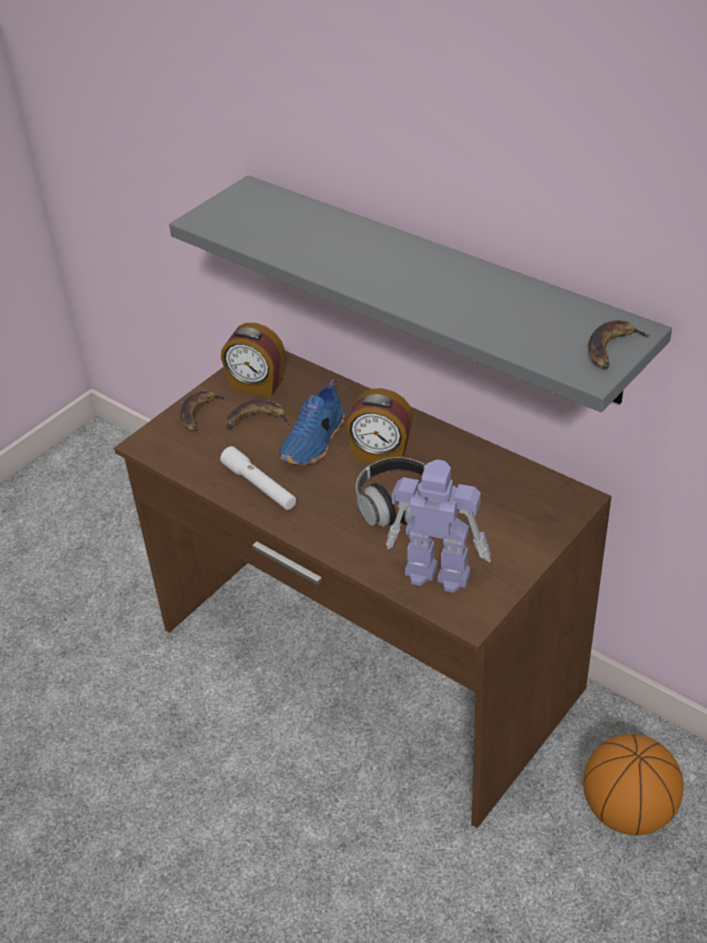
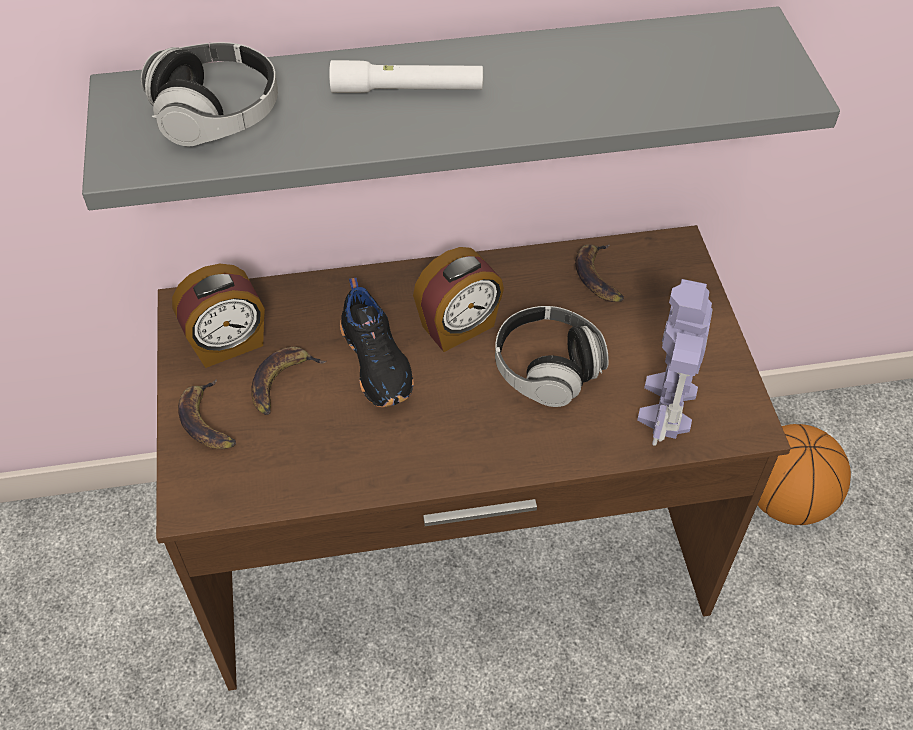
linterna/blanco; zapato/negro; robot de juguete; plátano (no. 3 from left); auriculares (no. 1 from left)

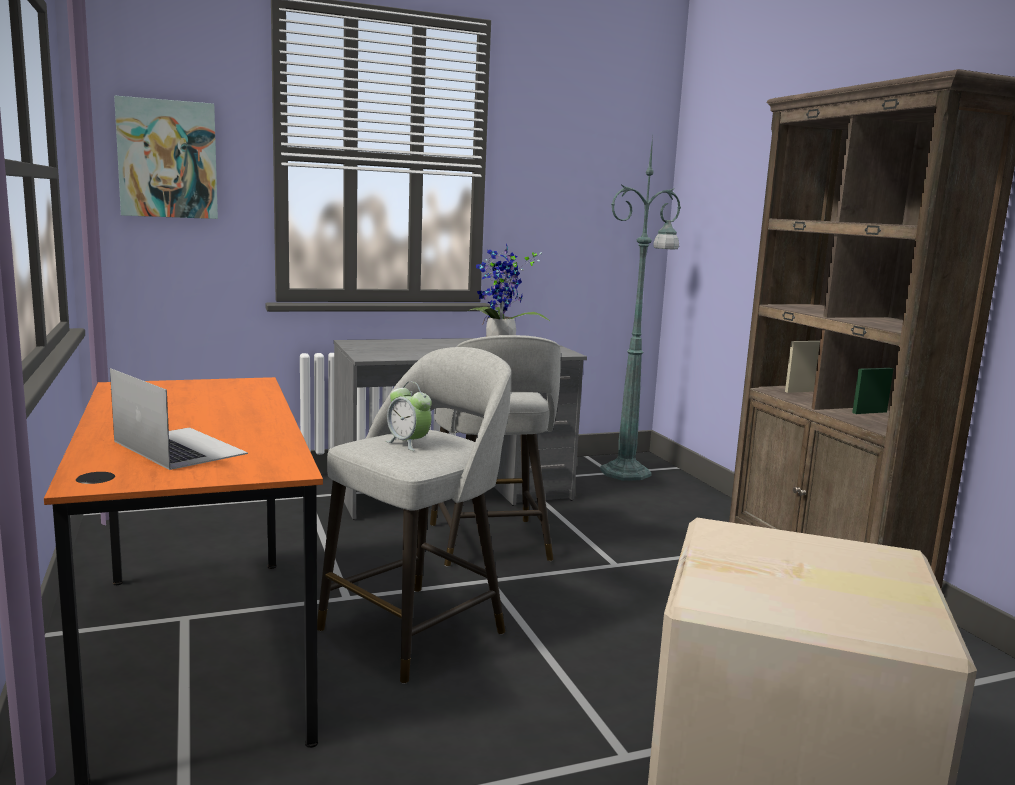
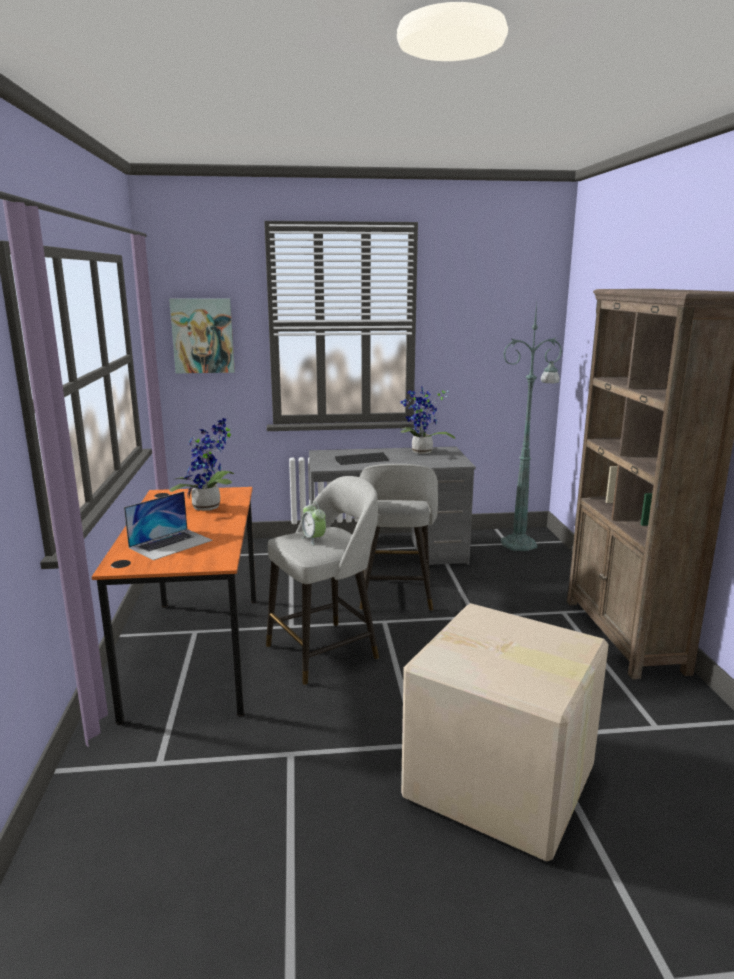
portátil; planta en maceta (no. 1 from left); teclado

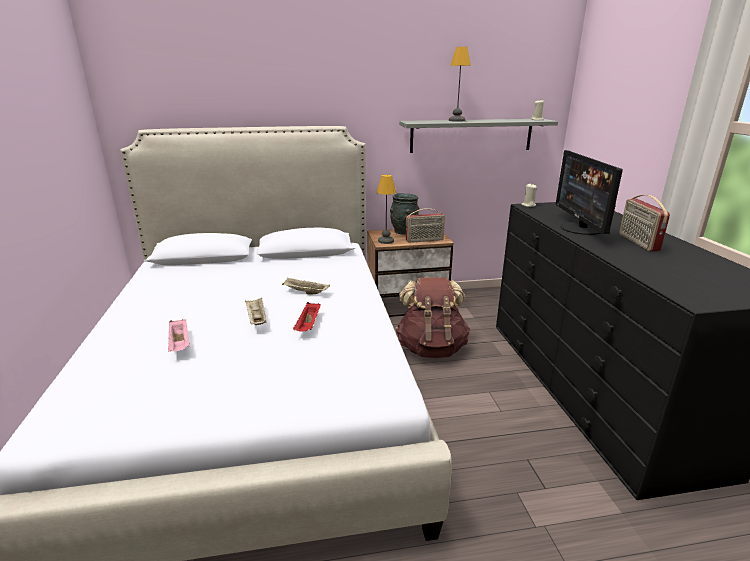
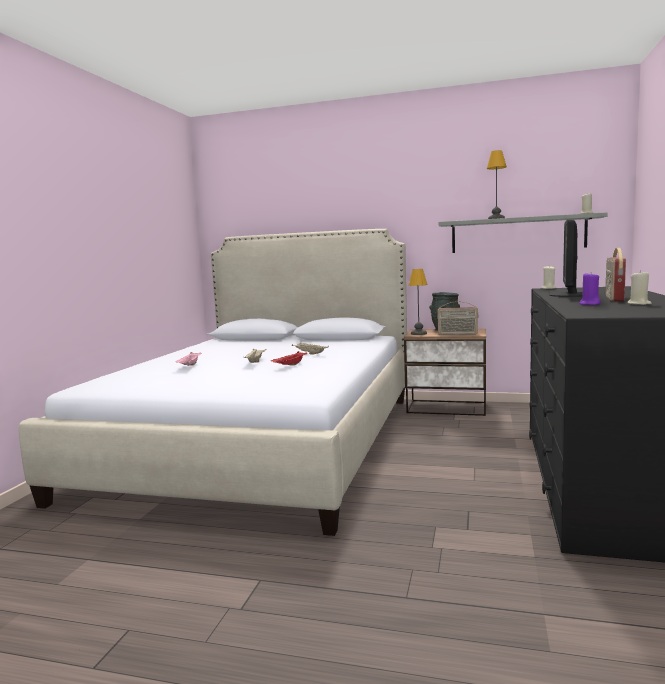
mochila/marrón; vela/morado; vela/beis (no. 3 from left)

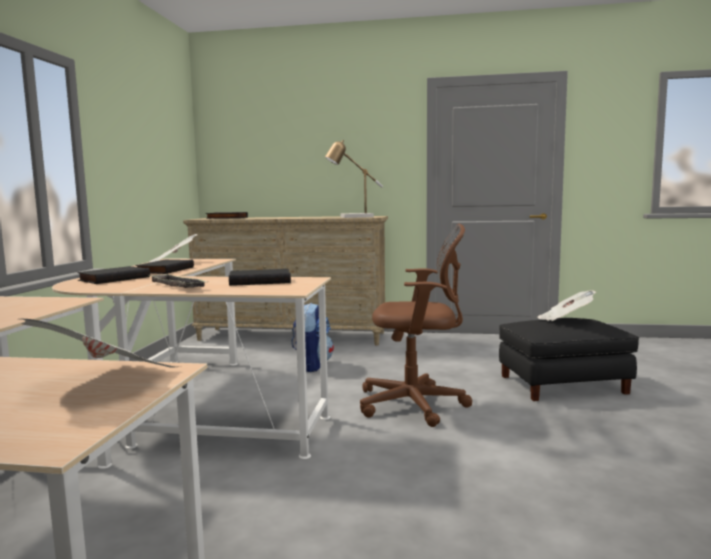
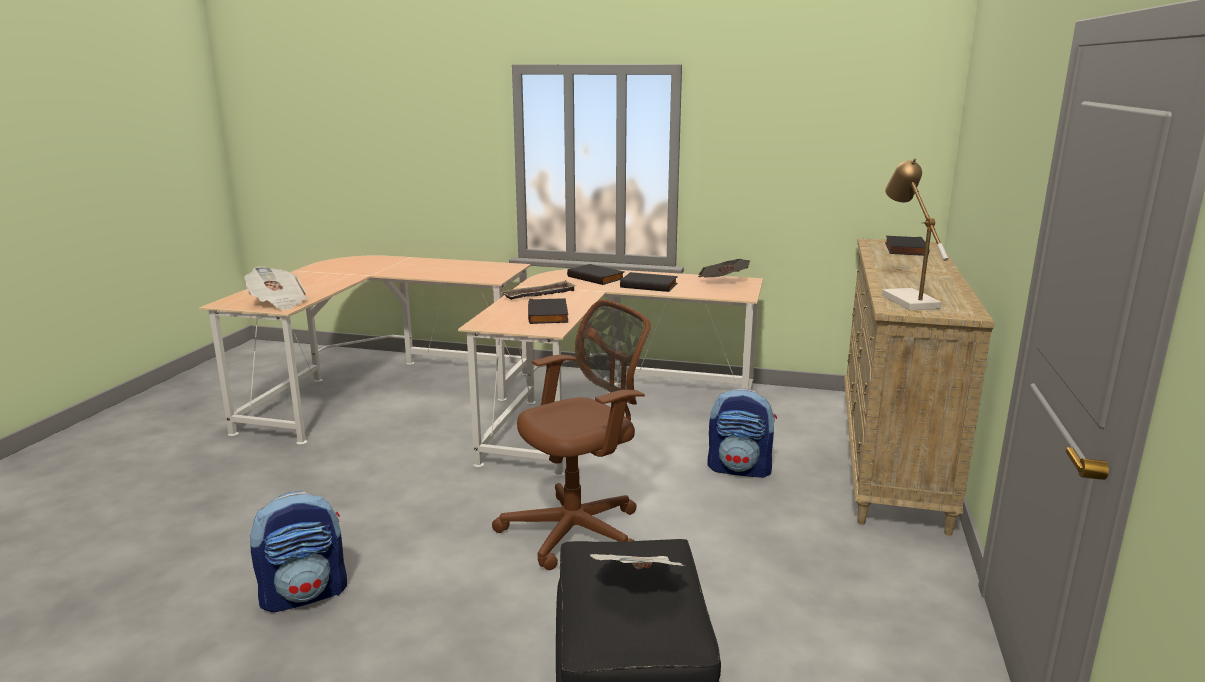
silla de oficina/marrón; mochila (no. 1 from left)

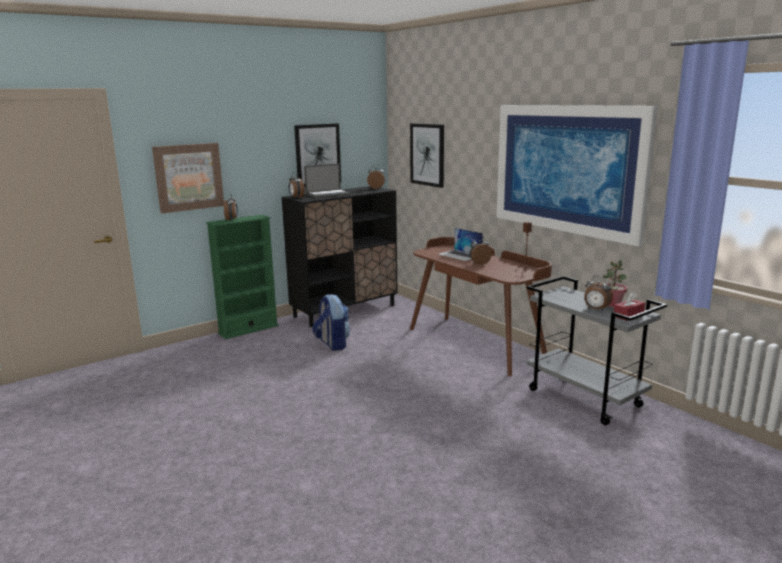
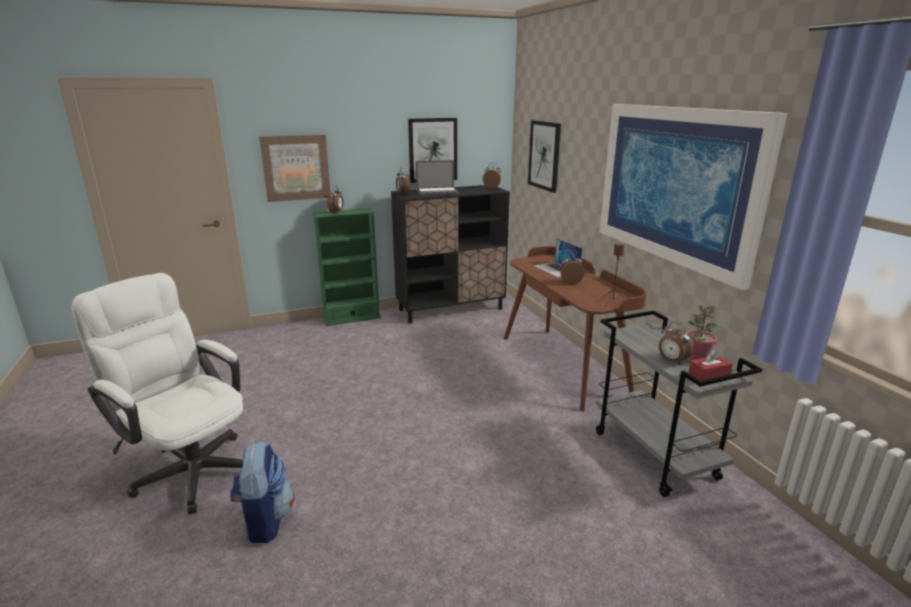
mochila; silla de oficina/blanco

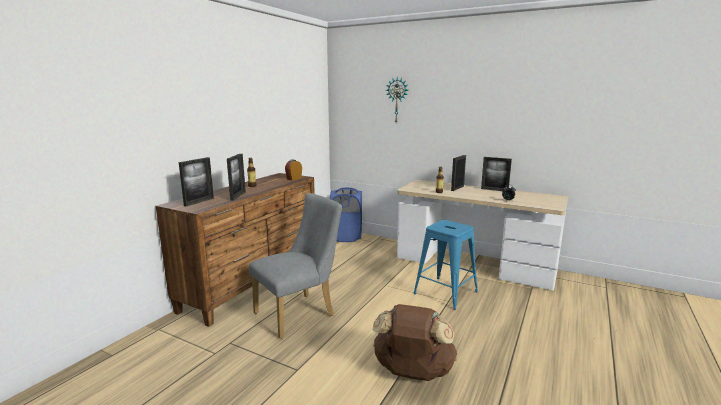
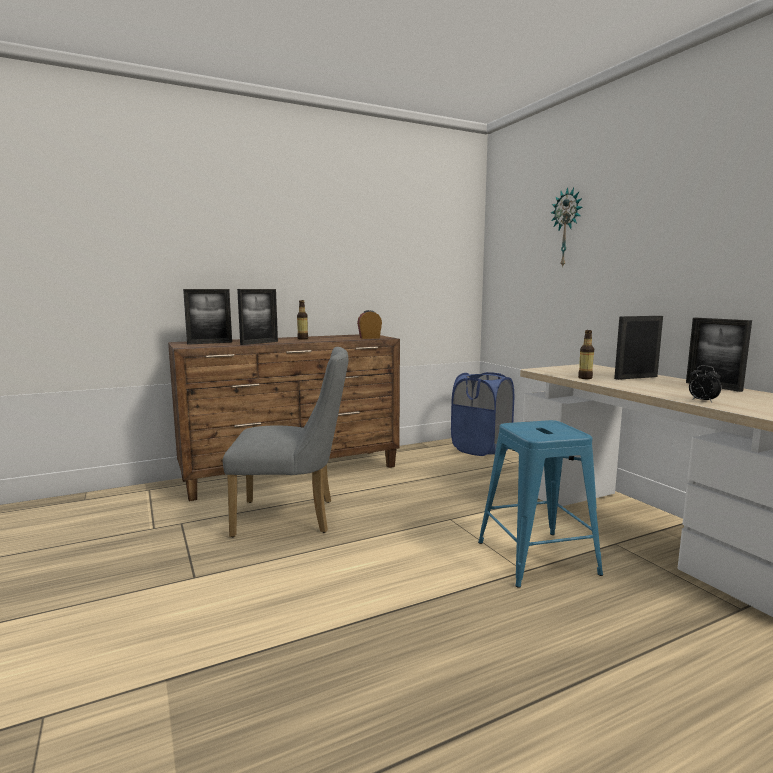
mochila/marrón

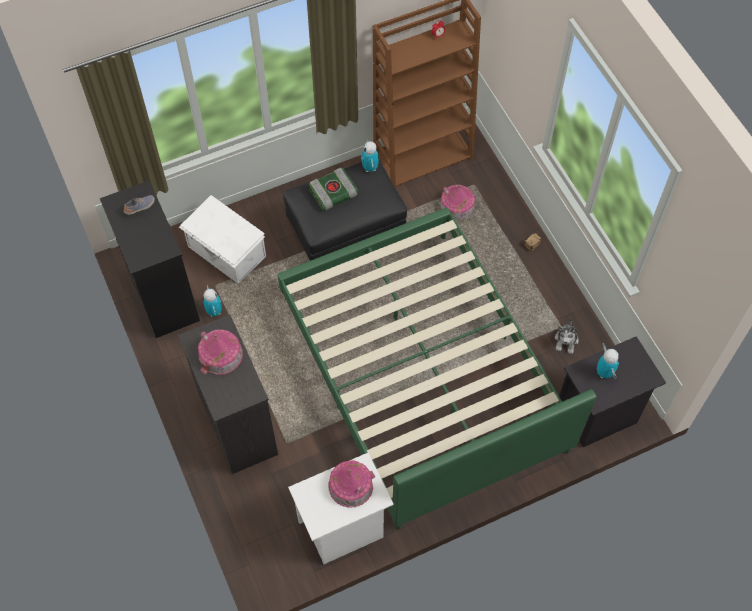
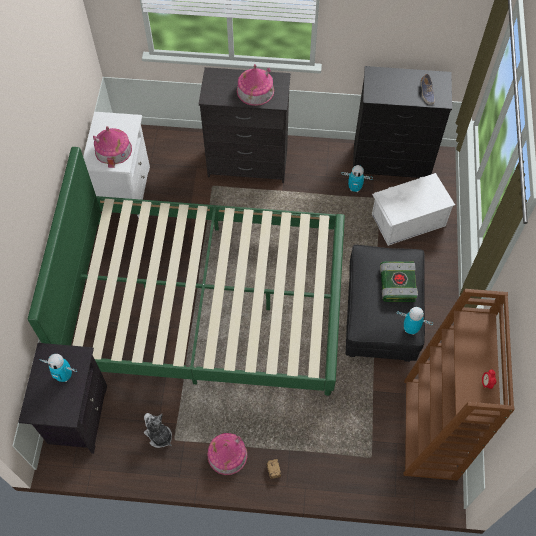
casita (no. 2 from left)

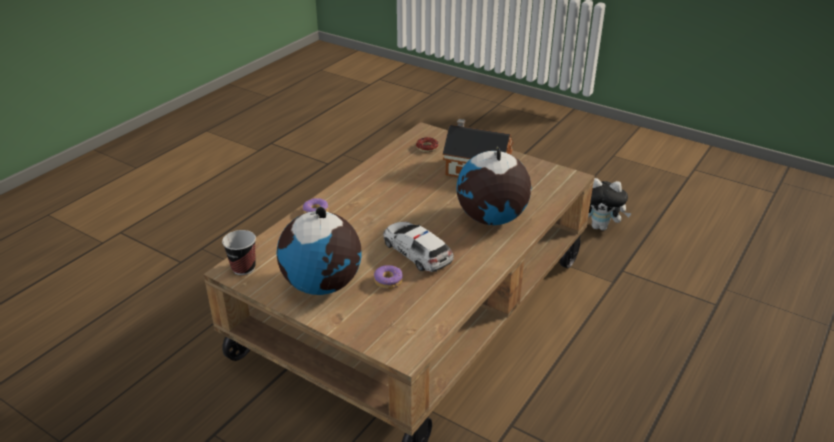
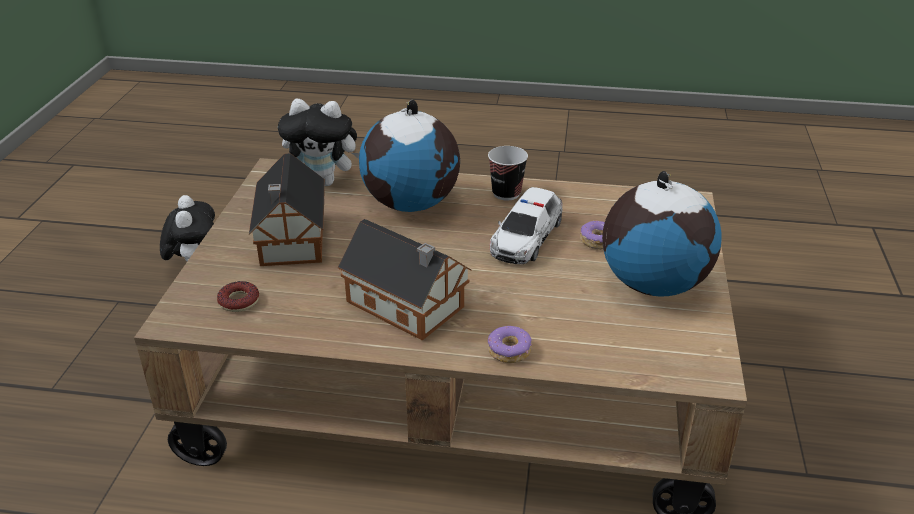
taza; peluche (no. 2 from left); casita (no. 2 from left)

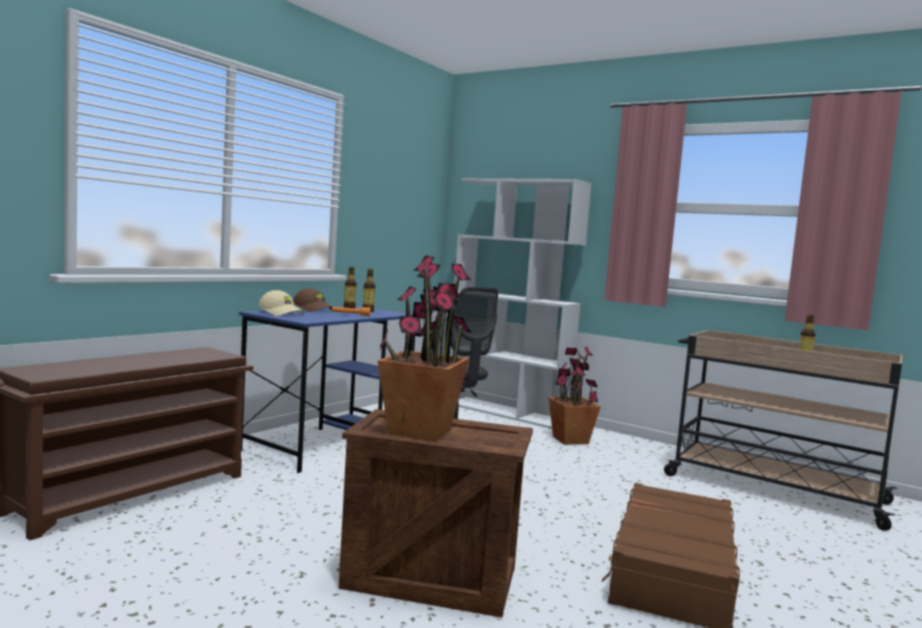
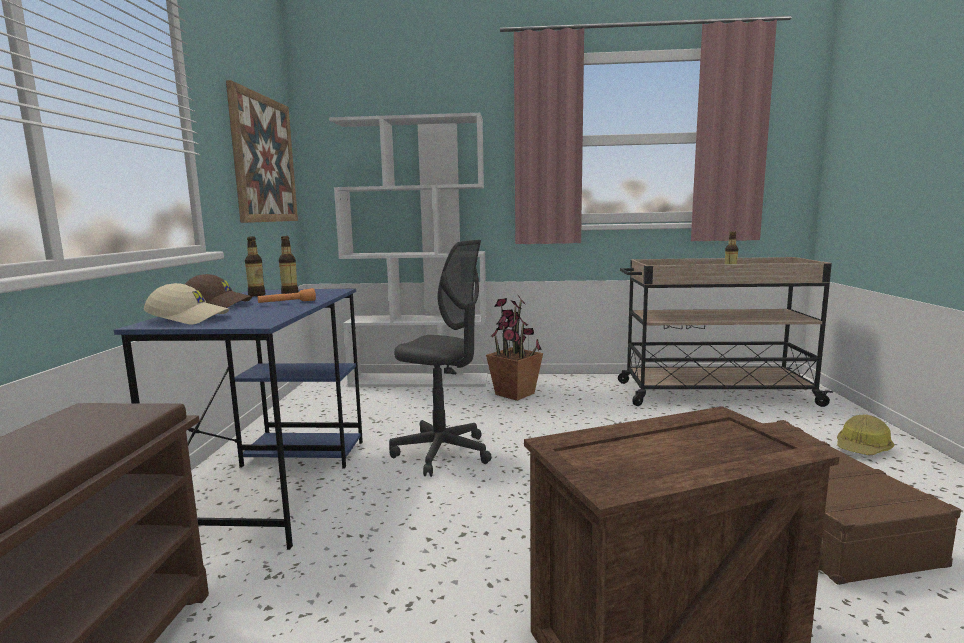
planta en maceta (no. 1 from left in the first image); cuadro; casco

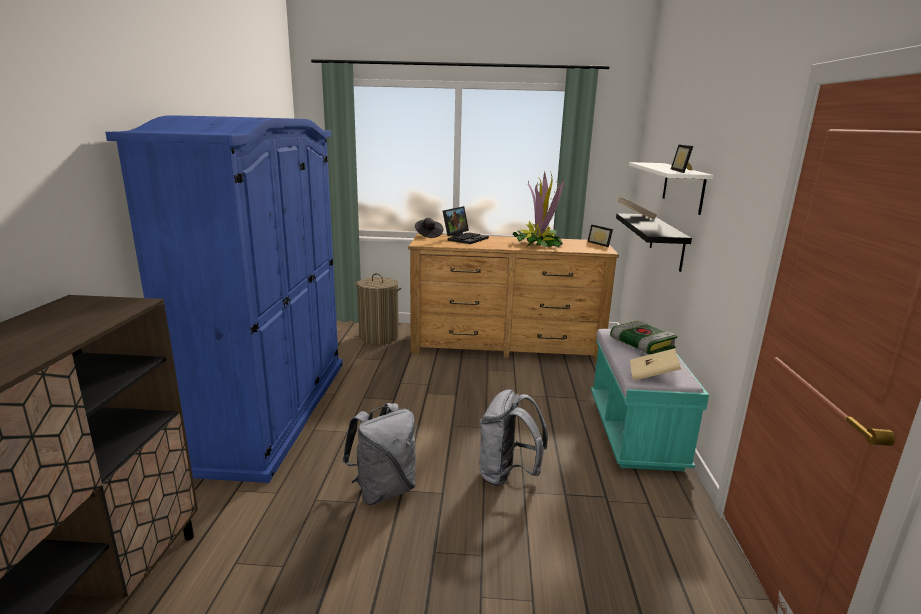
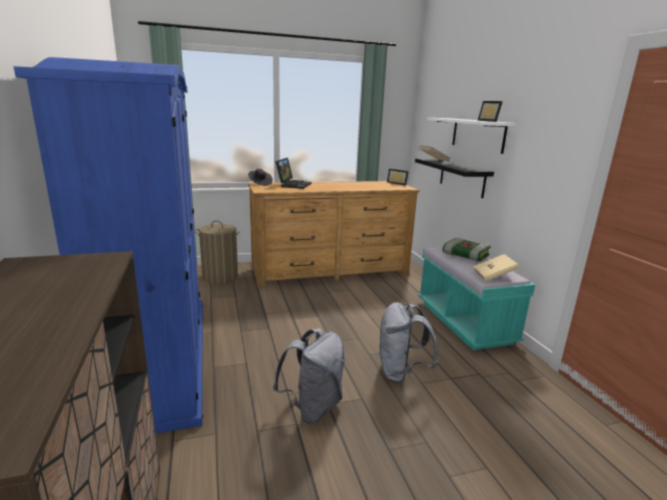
planta en maceta

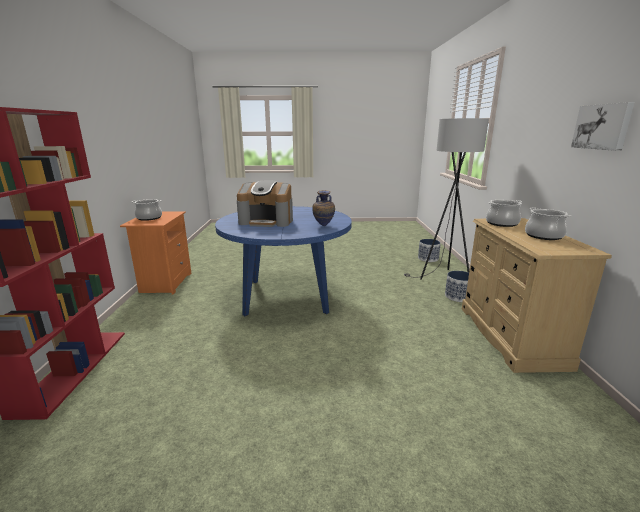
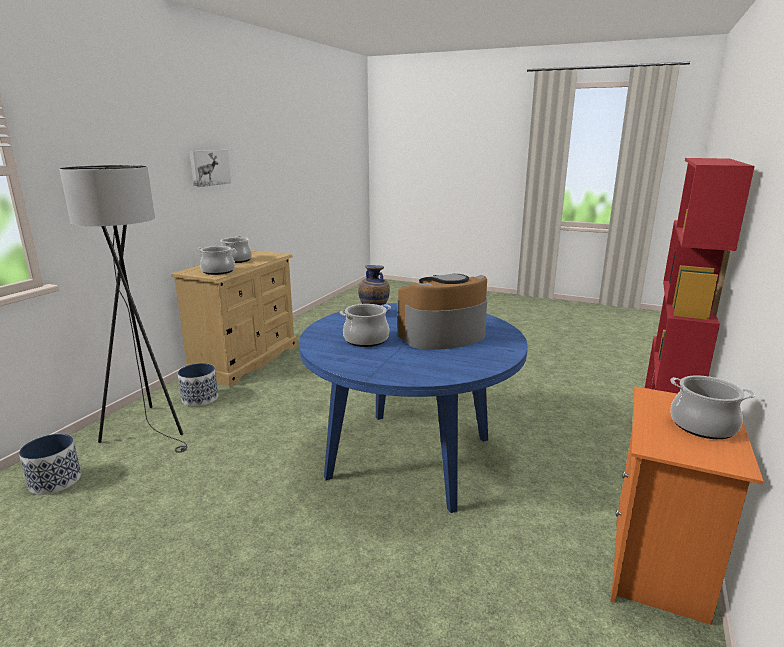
cafetera; olla (no. 3 from left)

